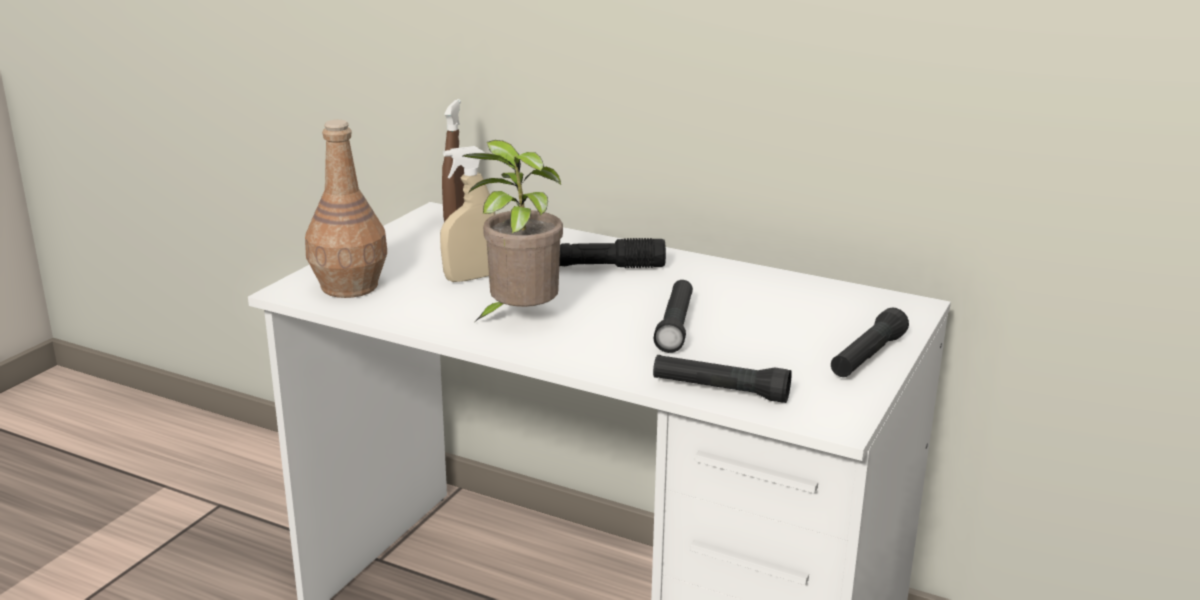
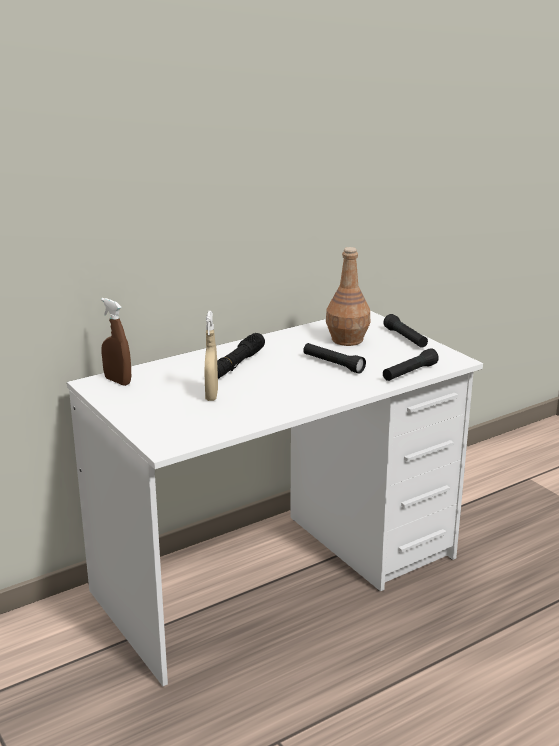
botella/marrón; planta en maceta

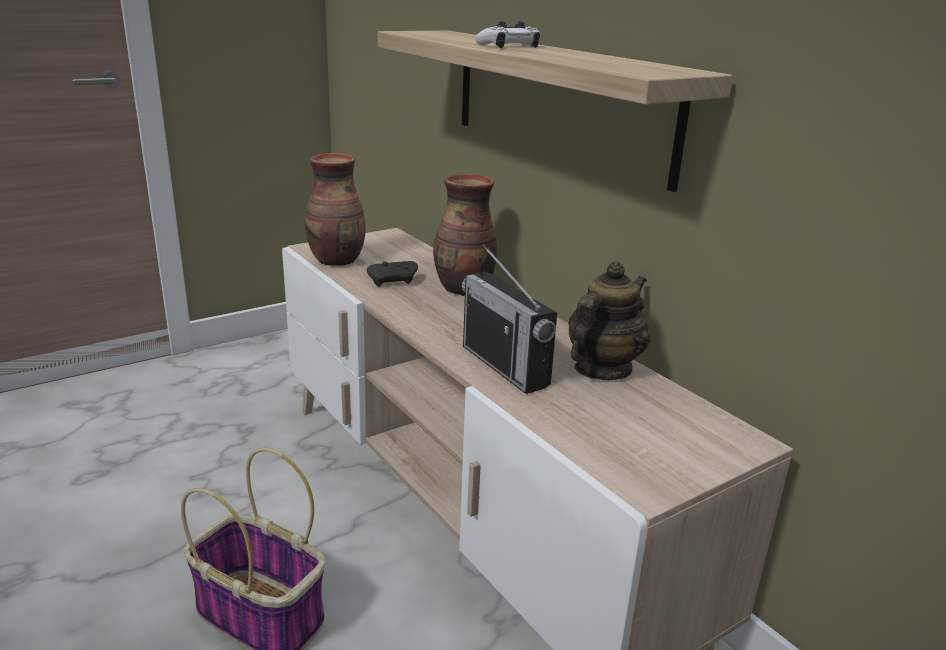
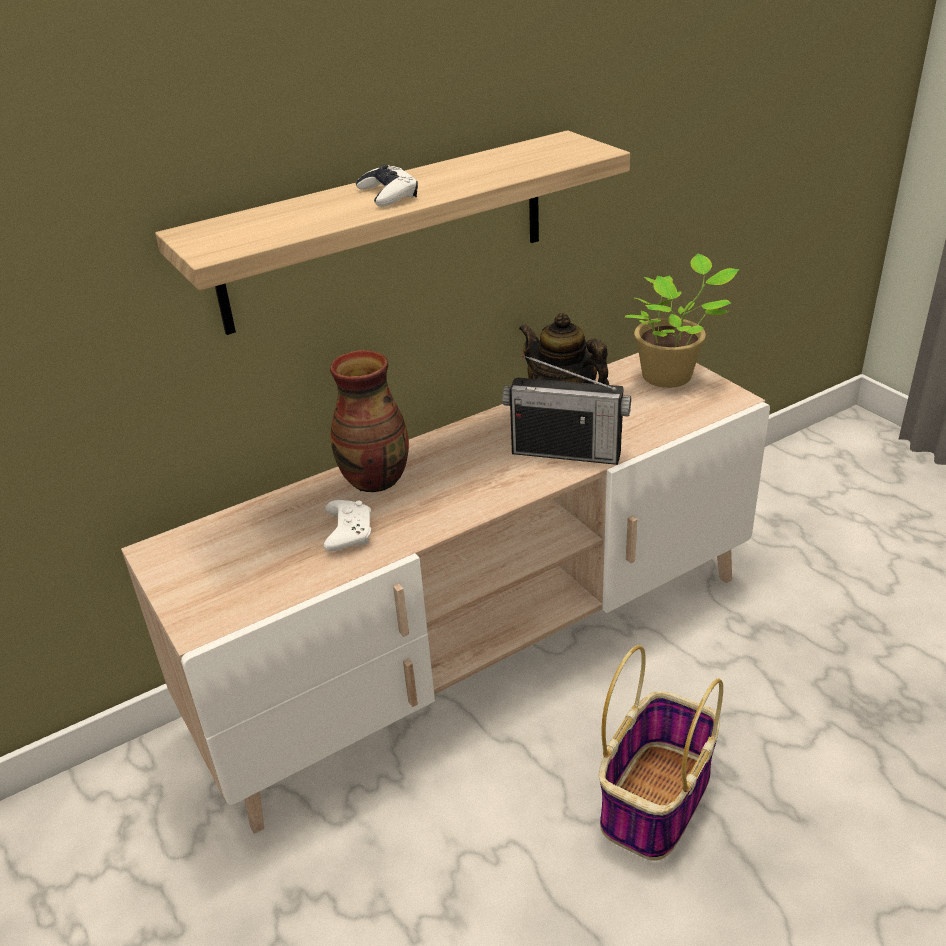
florero (no. 1 from left in the first image); mando de consola/blanco (no. 1 from left); radio; planta en maceta

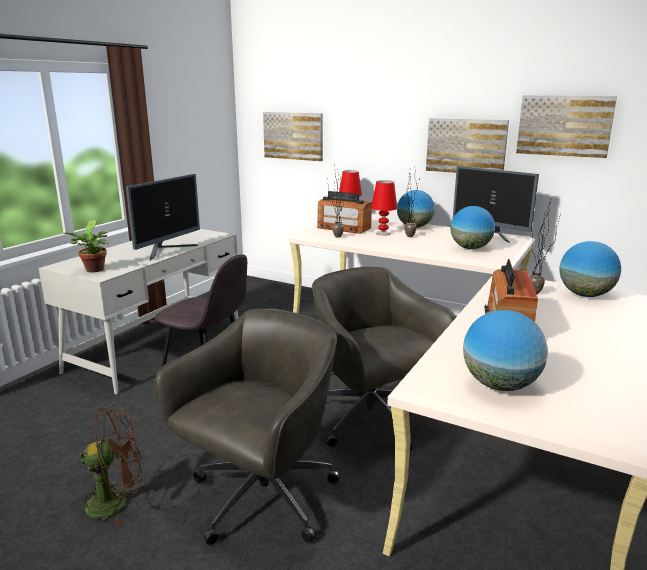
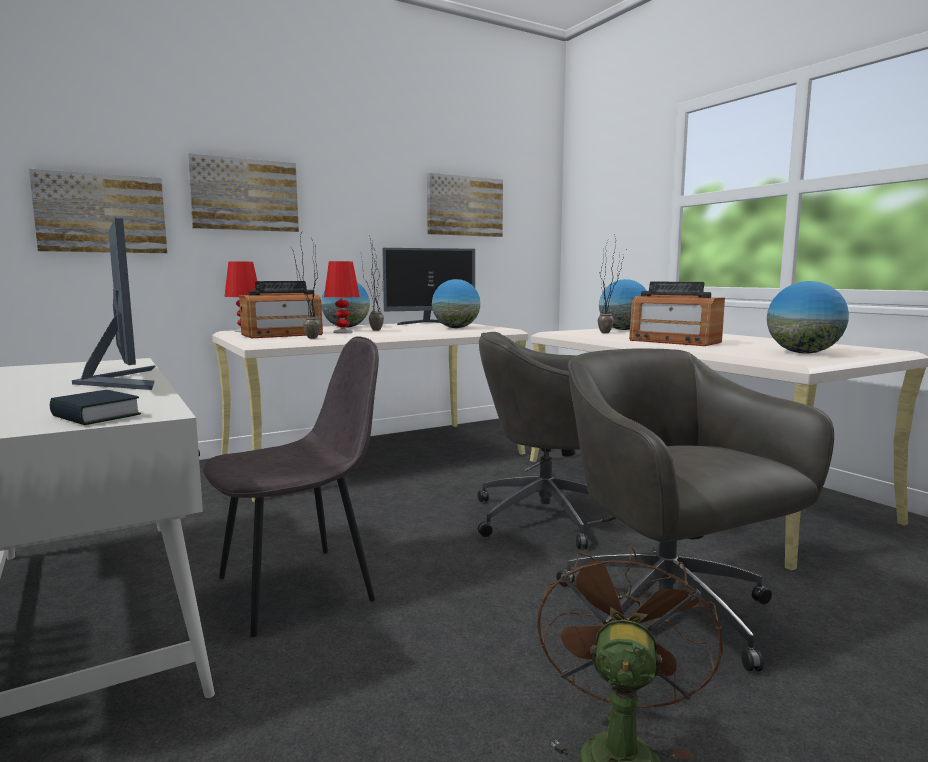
libro; cuadro (no. 2 from left)

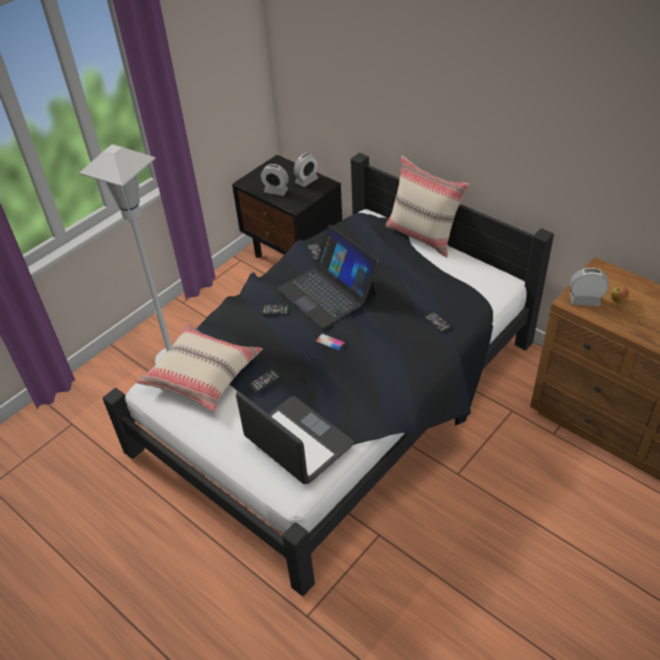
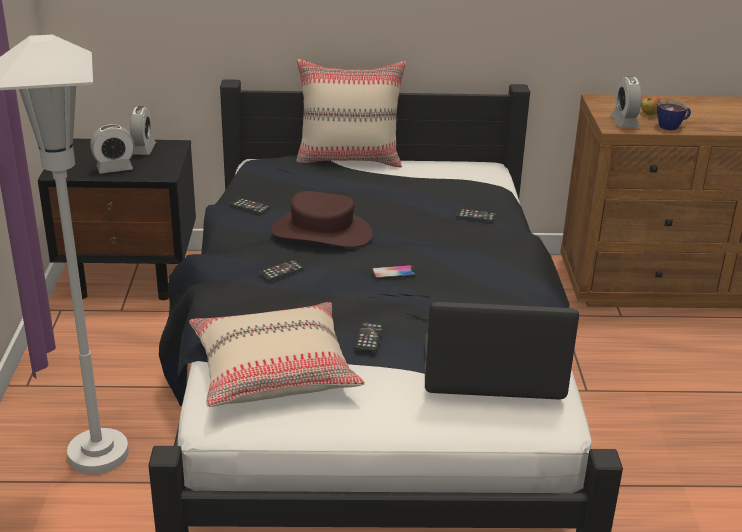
sombrero/marrón; despertador (no. 3 from left); taza

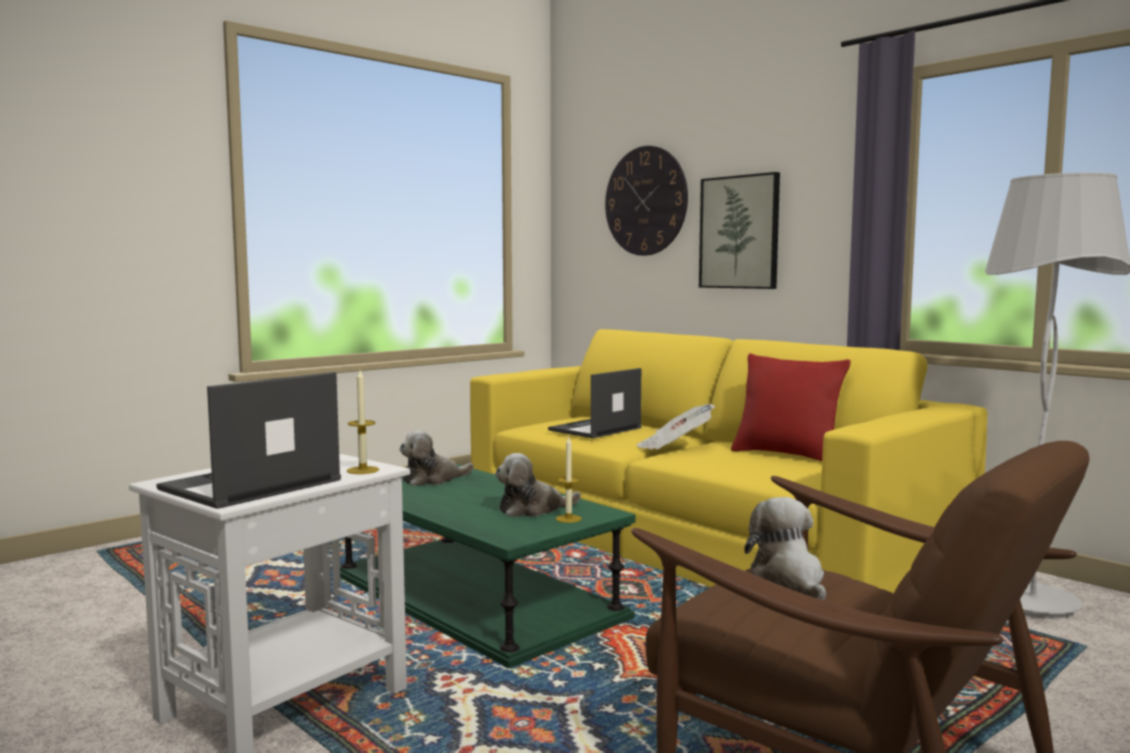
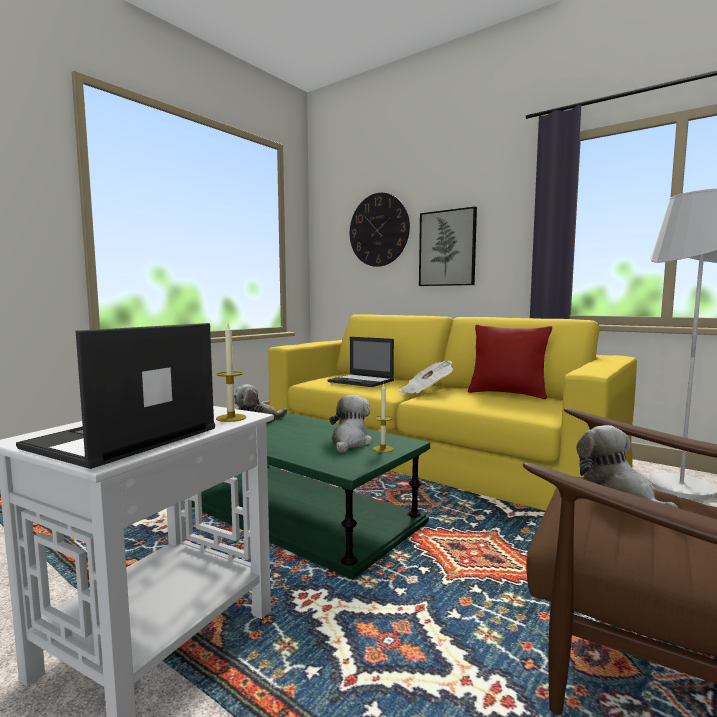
peluche (no. 2 from left); portátil (no. 2 from left)

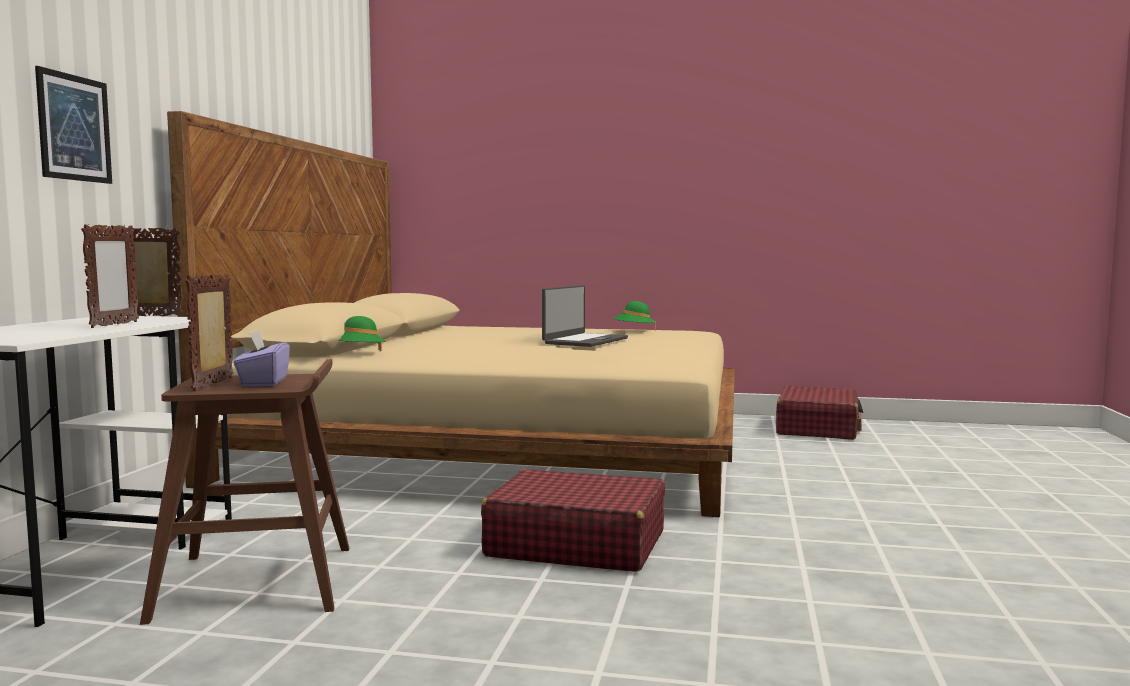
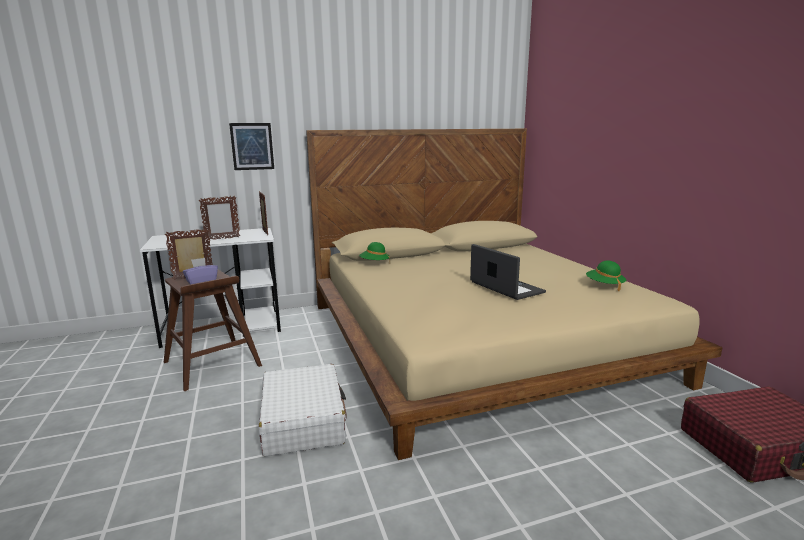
maleta/blanco; portátil

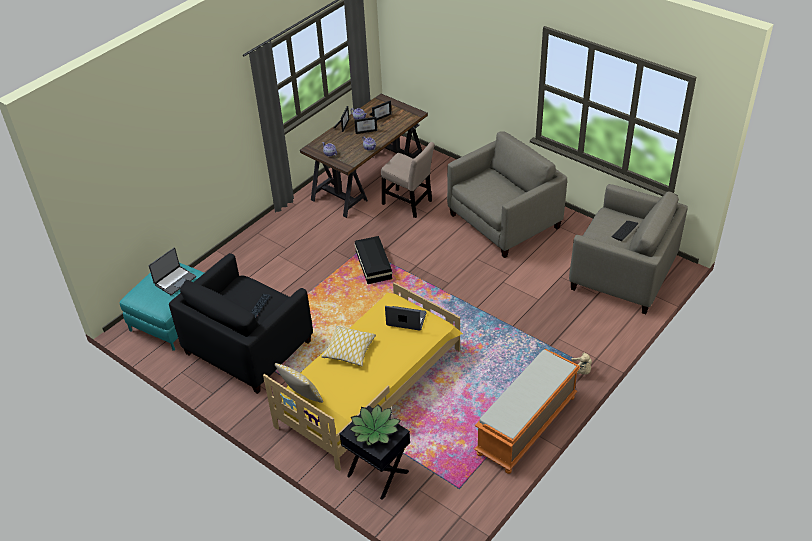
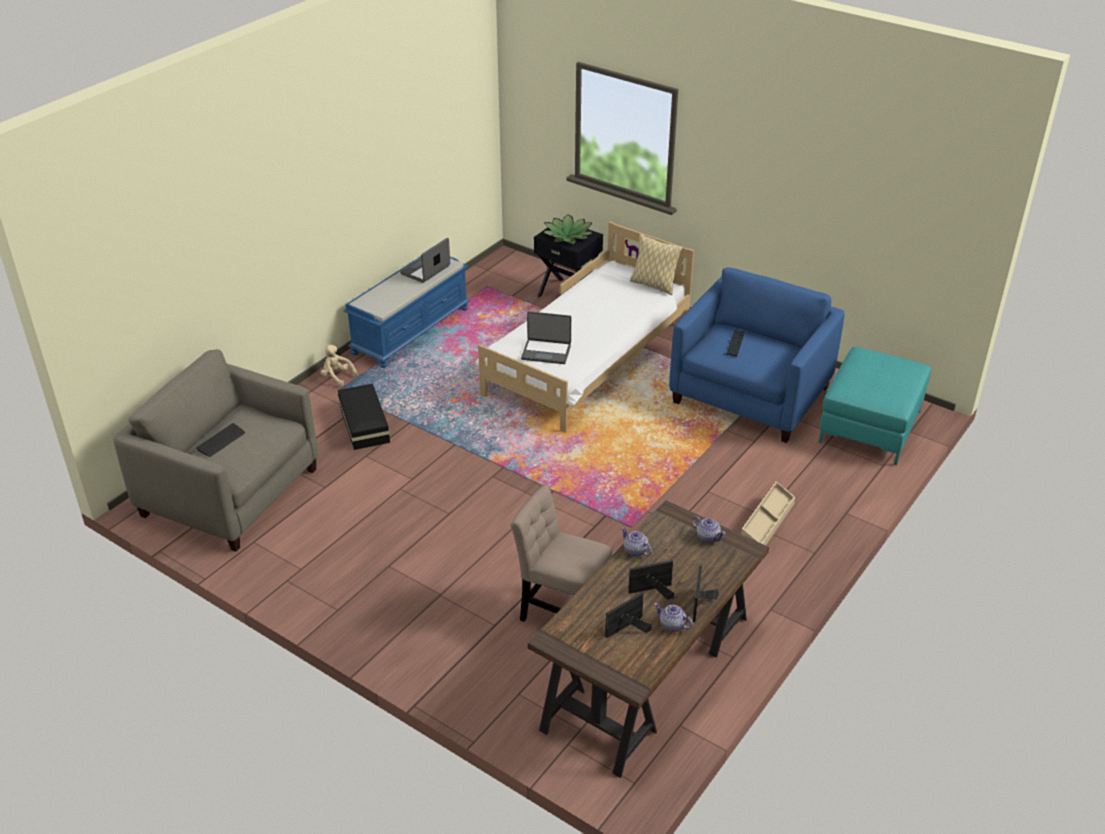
portátil (no. 1 from left); sillón/azul; cama/blanco; cojín (no. 2 from left in the first image); caja de almacenaje/negro; sillón/beis (no. 1 from left in the first image); banco/azul; caja de almacenaje/beis

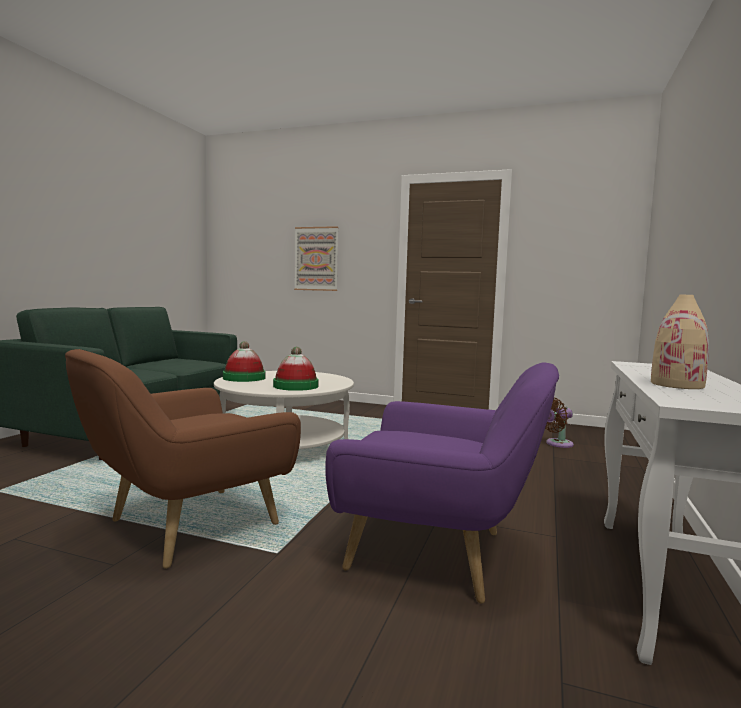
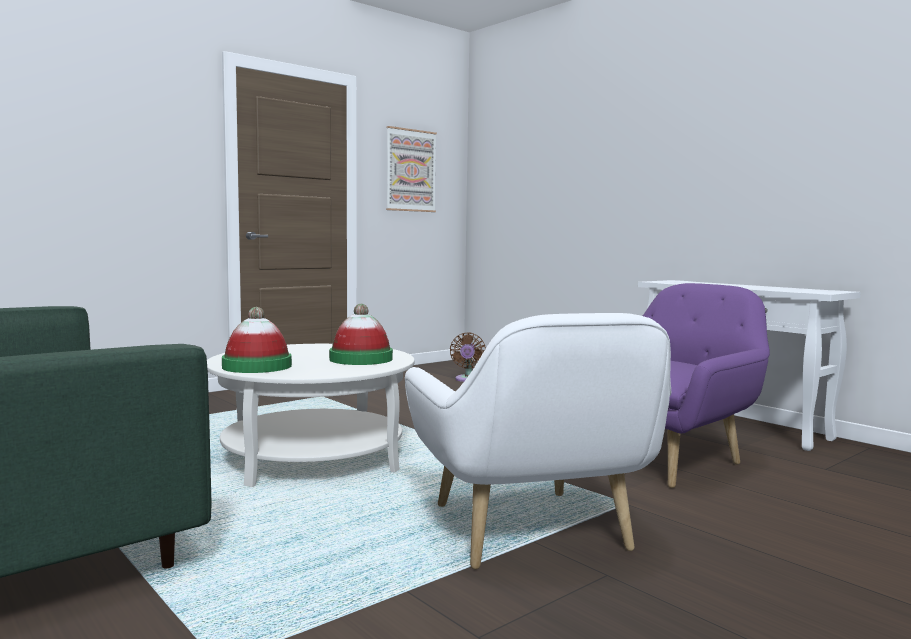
sillón/blanco; cuadro; florero/beis

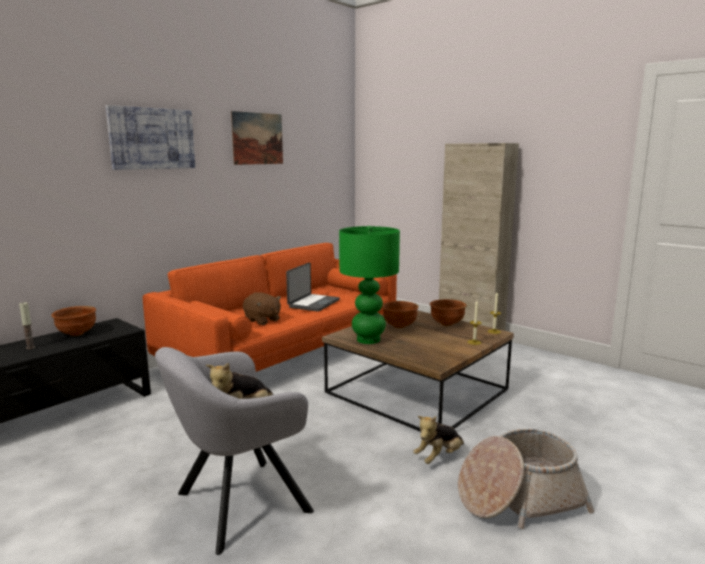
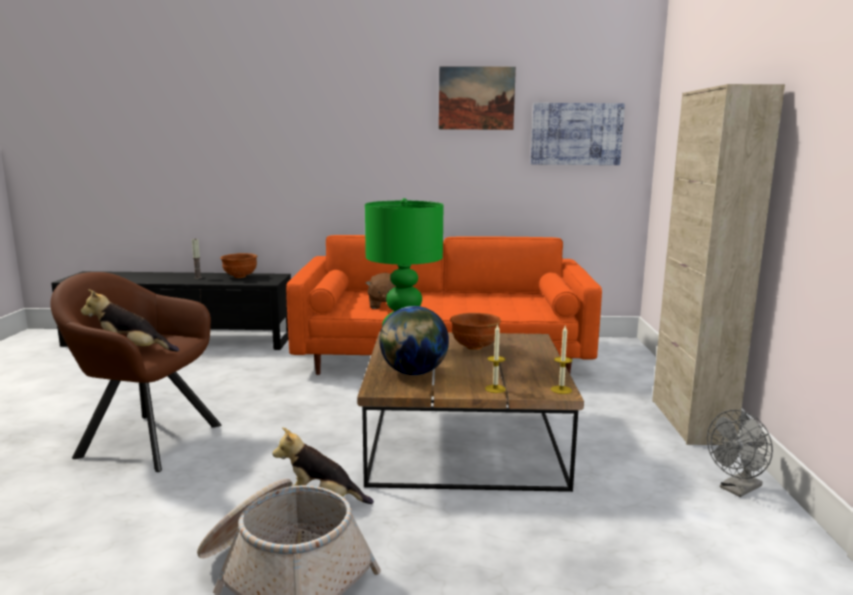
cuadro (no. 2 from left); sillón/marrón; portátil; cuenco/marrón (no. 3 from left in the first image); globo terráqueo; ventilador/gris

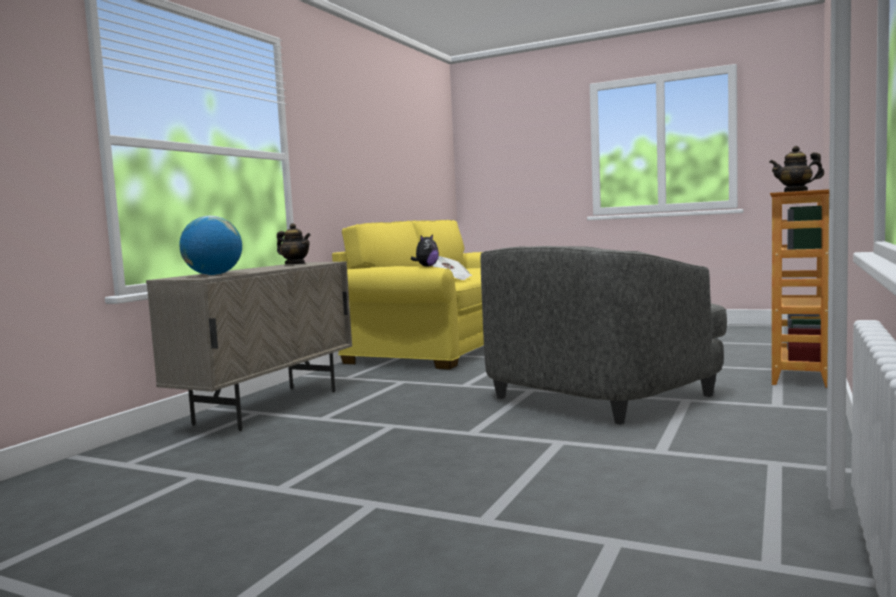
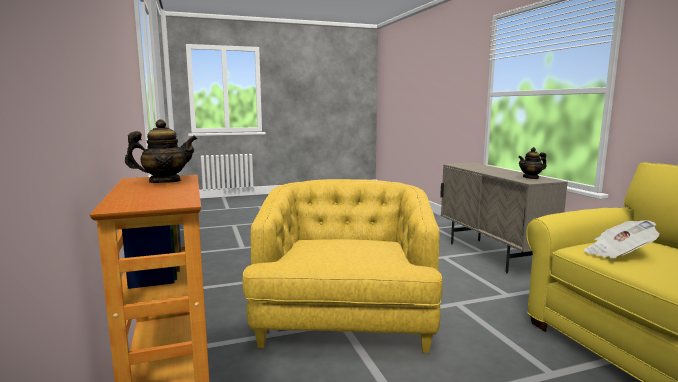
globo terráqueo; peluche; sillón/amarillo

